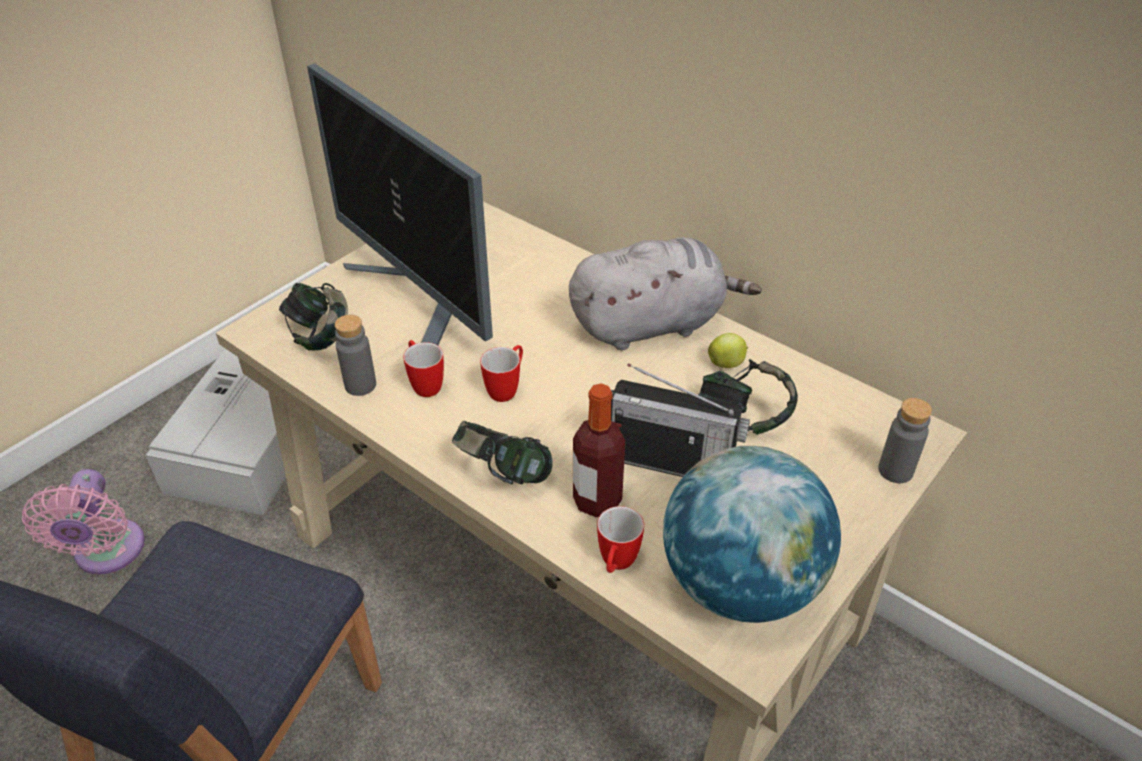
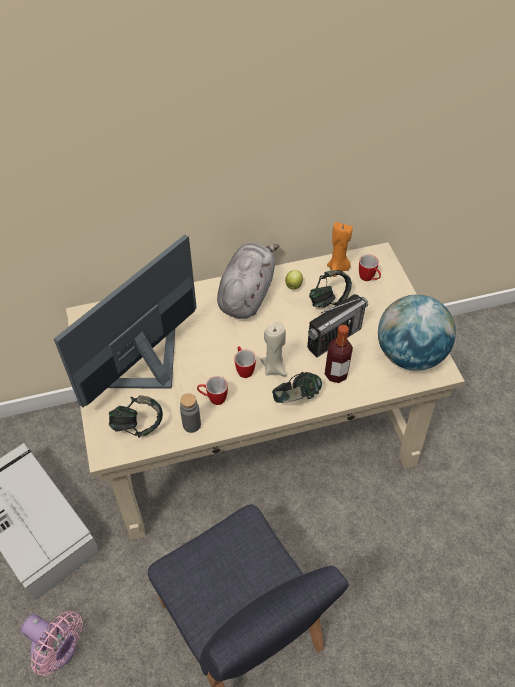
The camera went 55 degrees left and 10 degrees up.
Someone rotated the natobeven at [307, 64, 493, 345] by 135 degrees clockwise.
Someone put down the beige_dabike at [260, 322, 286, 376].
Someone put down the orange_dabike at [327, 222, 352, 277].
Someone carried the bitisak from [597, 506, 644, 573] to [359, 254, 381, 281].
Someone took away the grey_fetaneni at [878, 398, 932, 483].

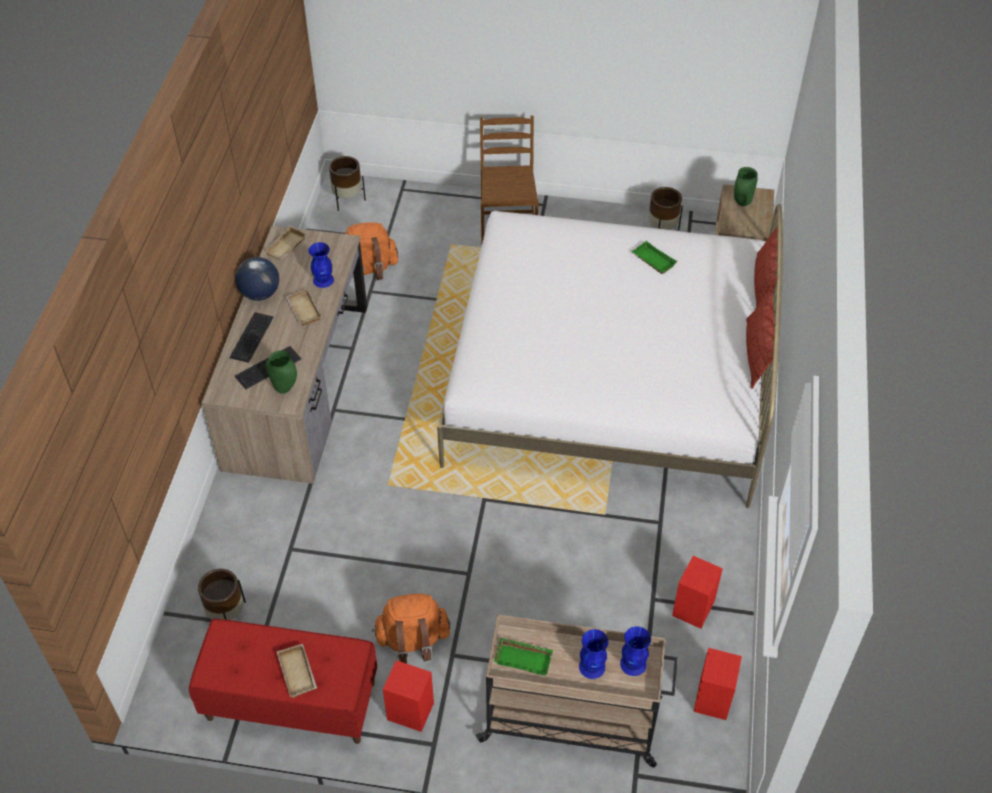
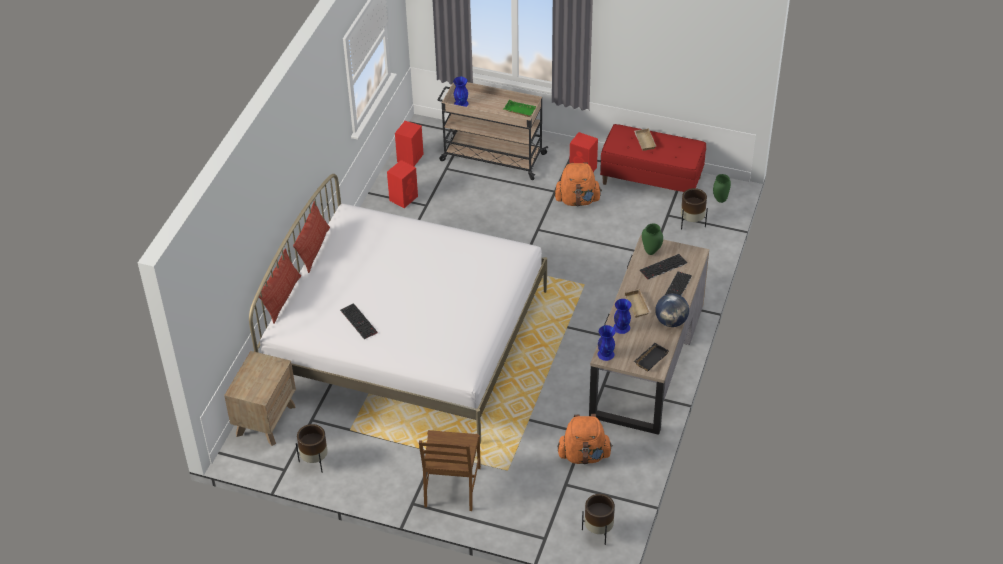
The camera went 170 degrees left and 5 degrees down.
Someone swapped the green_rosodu at [631, 241, 678, 274] for the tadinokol at [340, 303, 378, 339].
Someone carried the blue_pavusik from [579, 629, 609, 679] to [598, 325, 616, 361].
Someone repainted the beige_rosodu at [265, 226, 307, 260], which became the black_rosodu at [634, 343, 669, 371].
Someone carried the green_pavusik from [734, 167, 758, 206] to [713, 174, 731, 203].

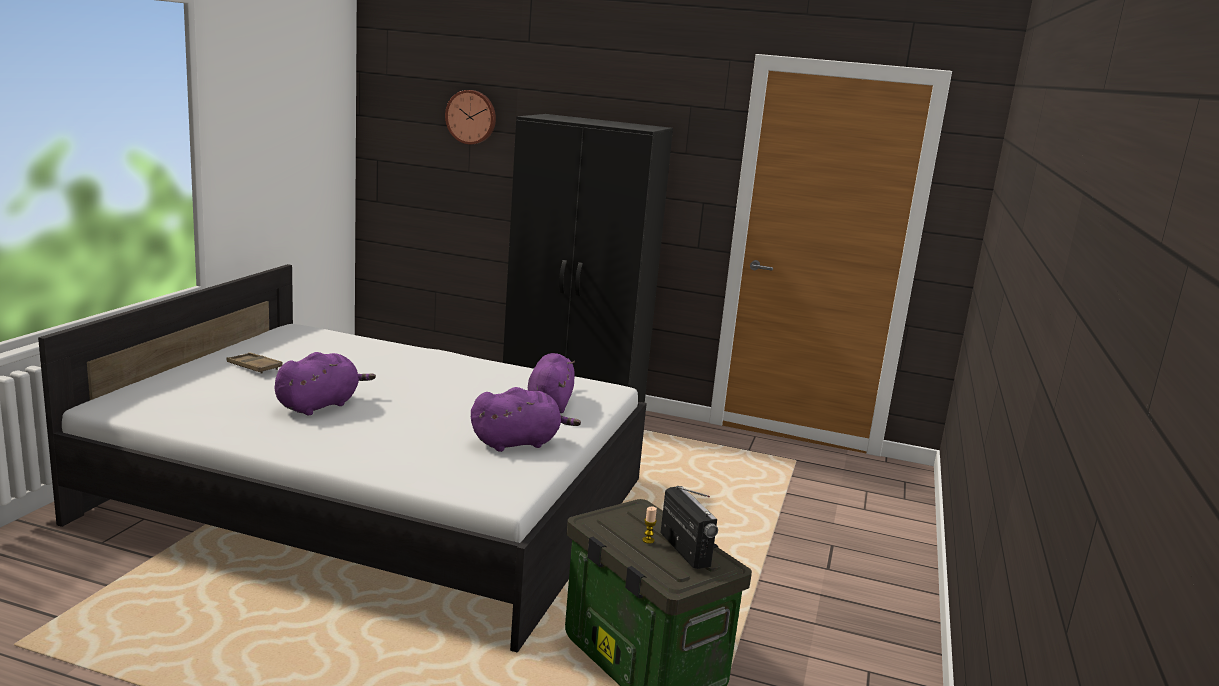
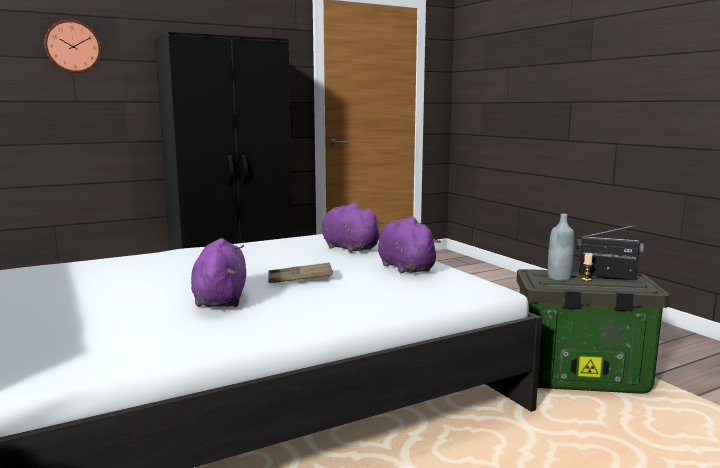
The camera went 45 degrees left and 5 degrees down.
Someone carried the brown_rosodu from [226, 352, 283, 373] to [268, 262, 333, 283].
Someone rotated the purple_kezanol at [471, 387, 581, 452] by 45 degrees counterclockwise.
Someone put down the grey_fetaneni at [548, 214, 575, 281].

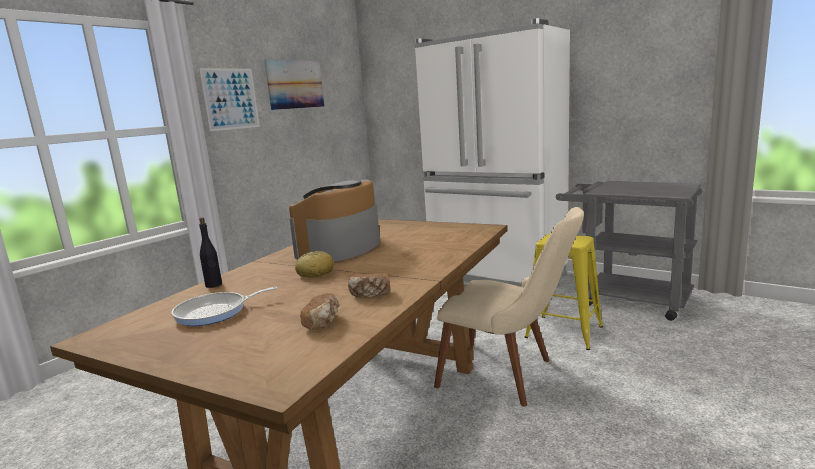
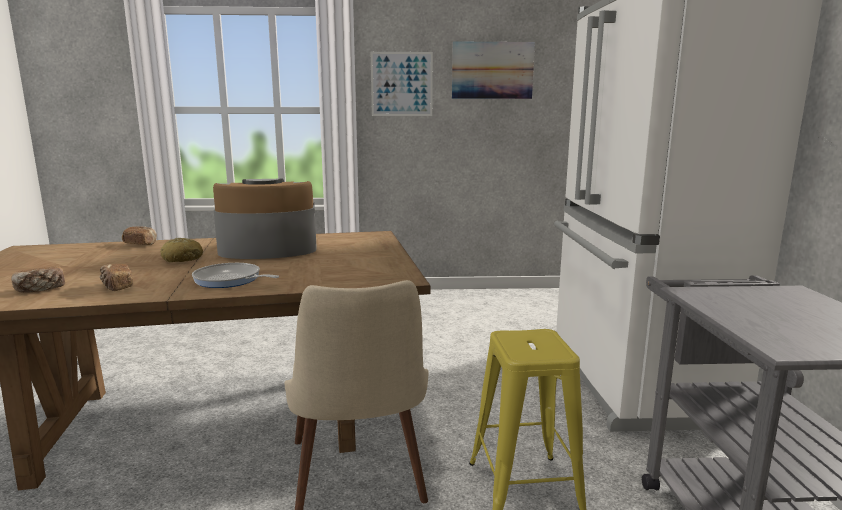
The camera went 50 degrees right and 0 degrees up.
Someone swapped the black_fetaneni at [199, 217, 222, 288] for the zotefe at [122, 226, 157, 245].
Someone carried the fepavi from [171, 287, 277, 326] to [192, 263, 280, 288].

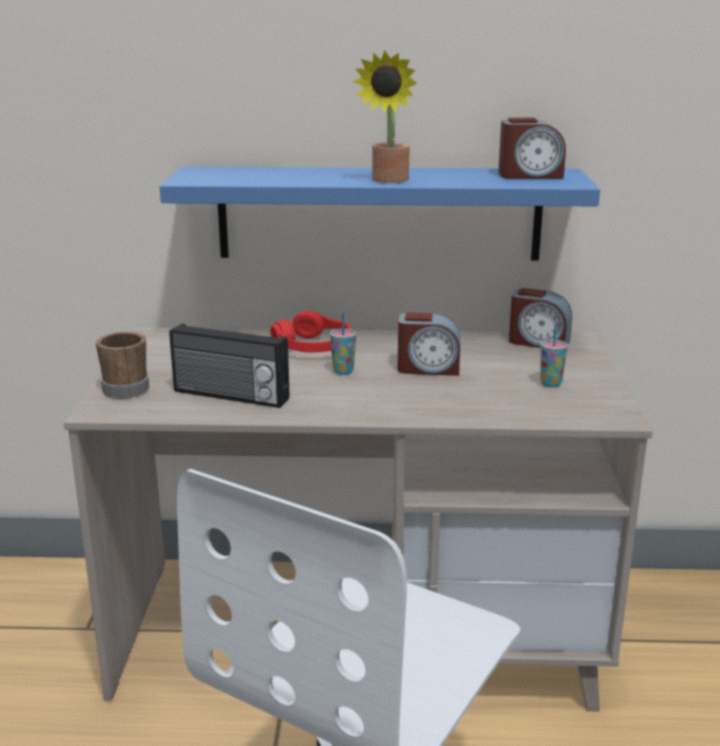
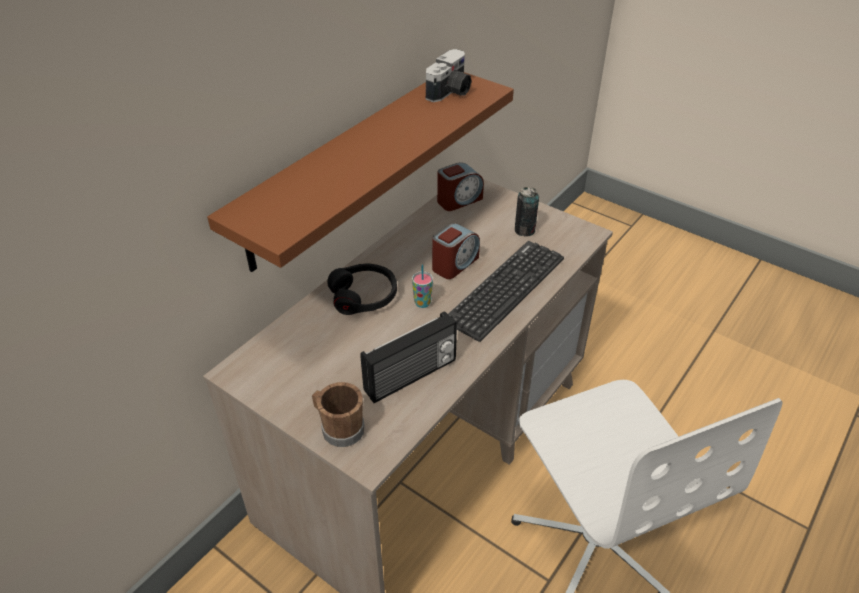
The camera went 55 degrees left and 20 degrees up.
Someone repainted the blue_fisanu at [160, 166, 600, 261], which became the brown_fisanu at [207, 72, 514, 272].
Someone repainted the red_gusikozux at [270, 311, 353, 352], which became the black_gusikozux at [327, 264, 397, 315].
Someone swapped the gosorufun at [498, 118, 566, 179] for the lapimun at [426, 49, 472, 102].
Someone put down the tadinokol at [448, 241, 564, 342].
Someone swapped the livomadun at [540, 323, 568, 388] for the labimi at [515, 187, 539, 237].
Someone took away the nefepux at [353, 50, 418, 183].

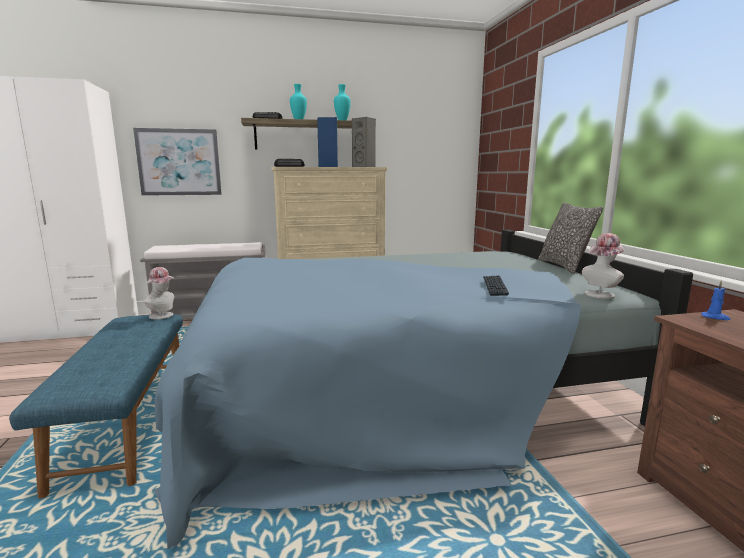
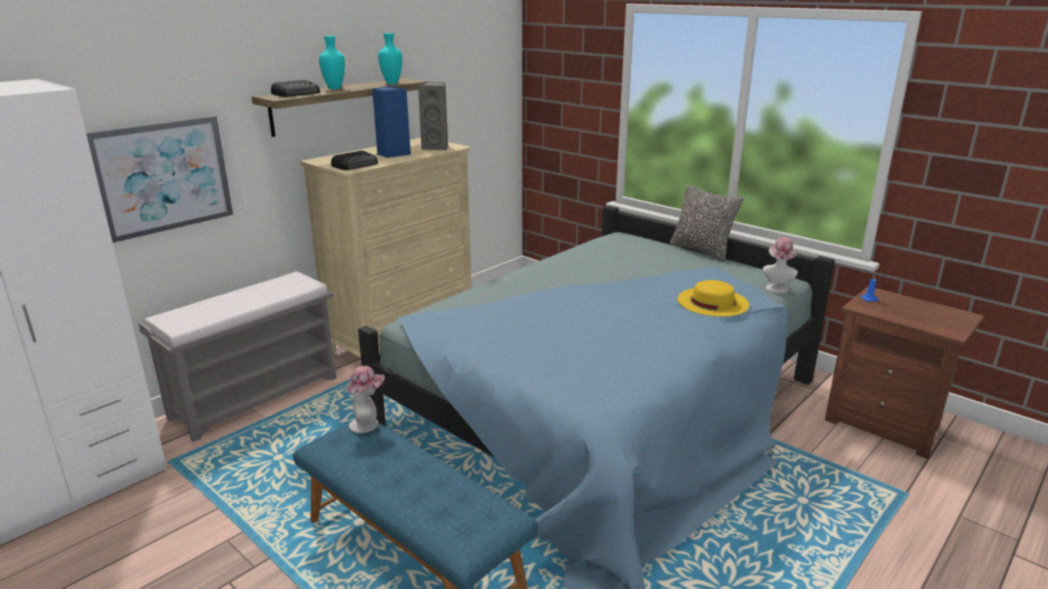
The camera went 35 degrees left and 10 degrees up.
Someone swapped the tadinokol at [483, 275, 509, 296] for the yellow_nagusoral at [677, 280, 749, 317].

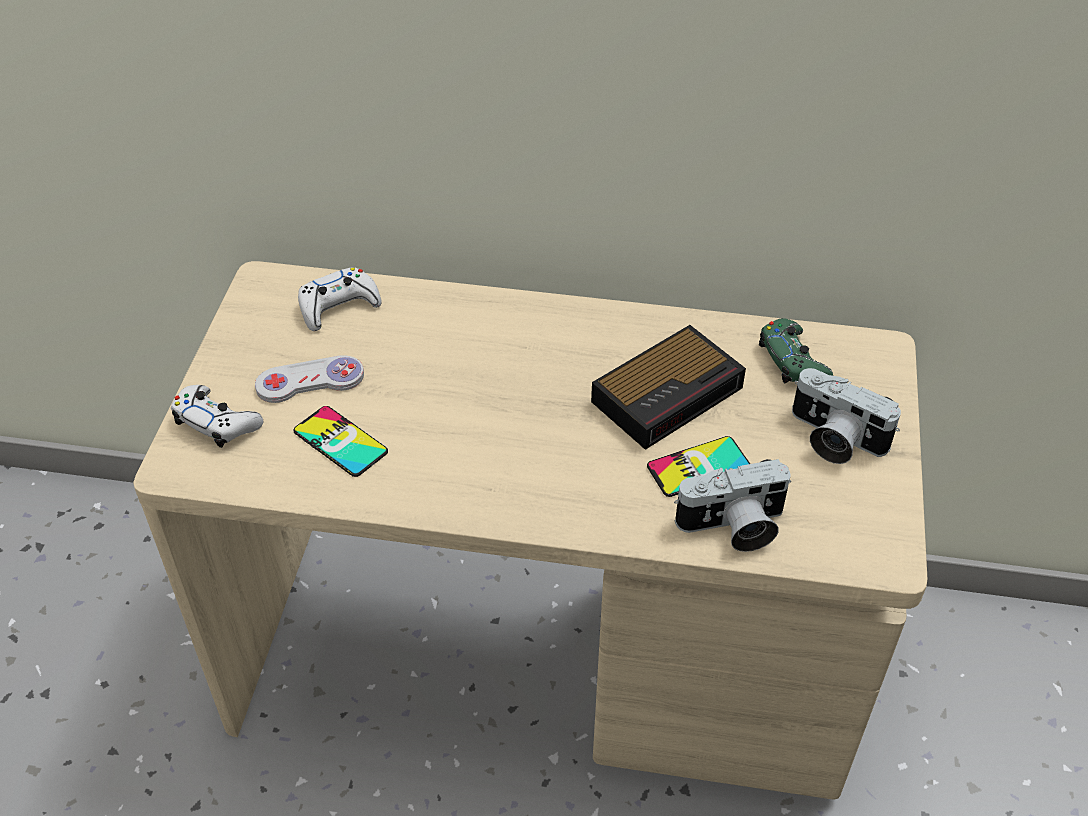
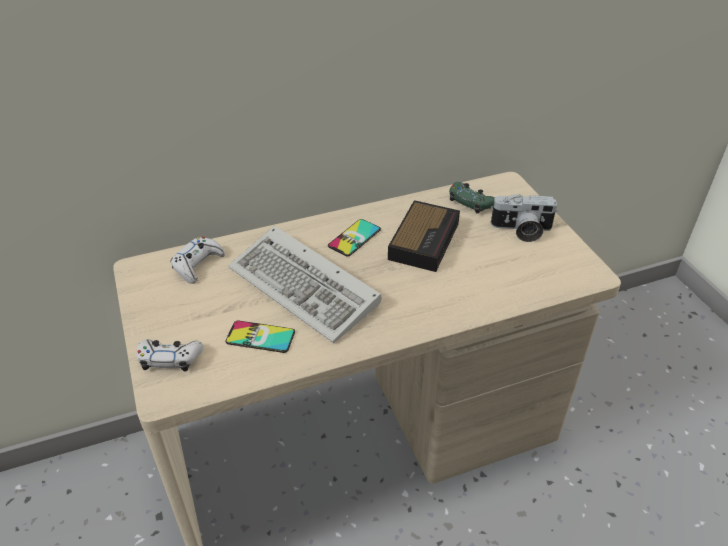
The camera went 30 degrees left and 5 degrees down.
Someone put down the tadinokol at [228, 226, 382, 343].
Someone carried the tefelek from [647, 436, 750, 497] to [328, 219, 381, 256].
Someone took away the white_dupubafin at [255, 355, 364, 403].
Someone took away the lapimun at [674, 459, 791, 552].

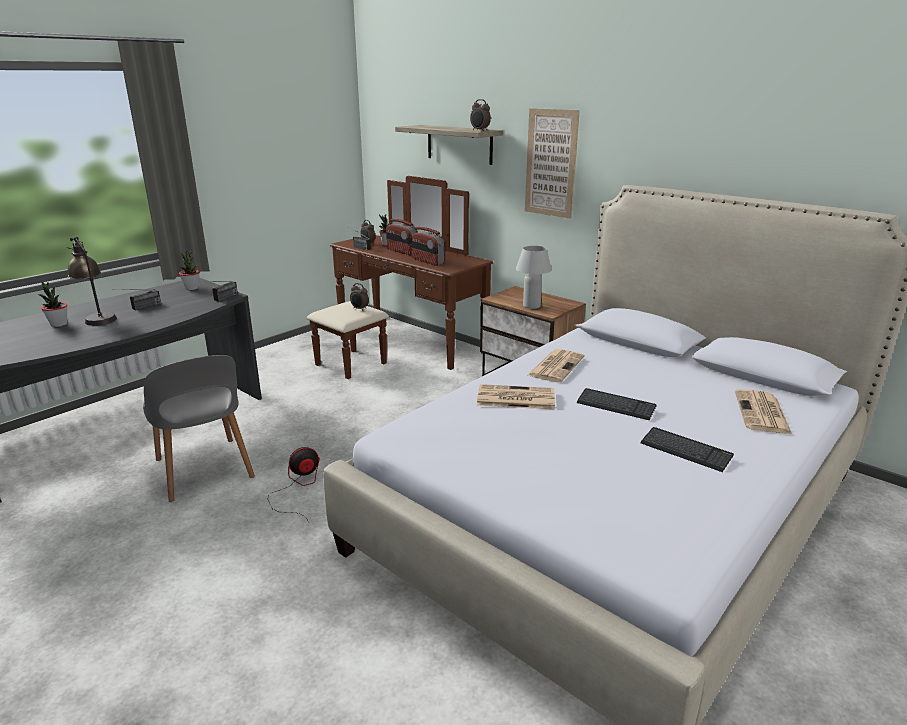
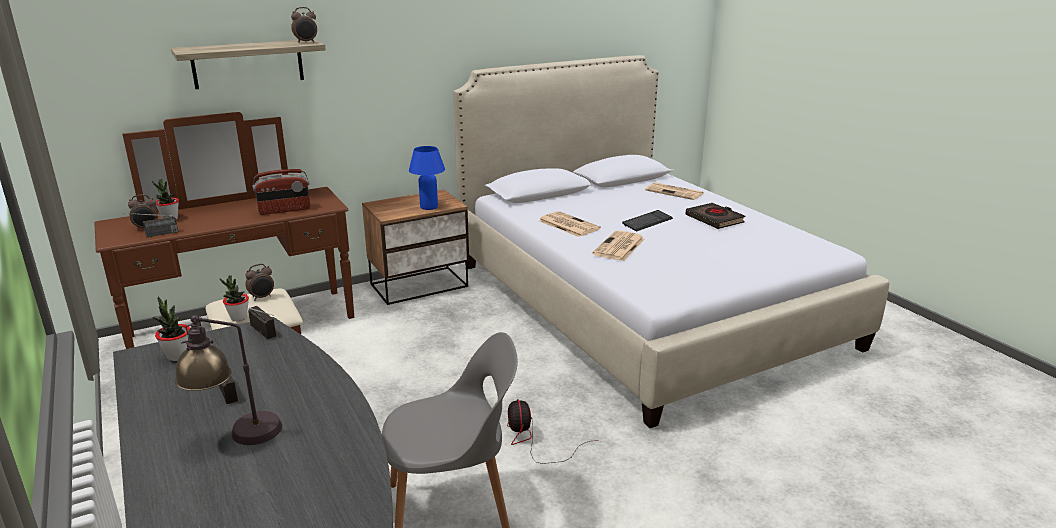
The camera went 70 degrees left and 0 degrees up.
Someone carried the nefepux from [38, 281, 67, 327] to [220, 275, 249, 321].
Someone repainted the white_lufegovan at [516, 246, 552, 309], which became the blue_lufegovan at [409, 146, 445, 210].
Someone swapped the tadinokol at [640, 427, 734, 472] for the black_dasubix at [685, 203, 745, 229].
Someone took away the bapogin at [386, 219, 418, 255].
Someone took away the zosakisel at [525, 108, 580, 219].

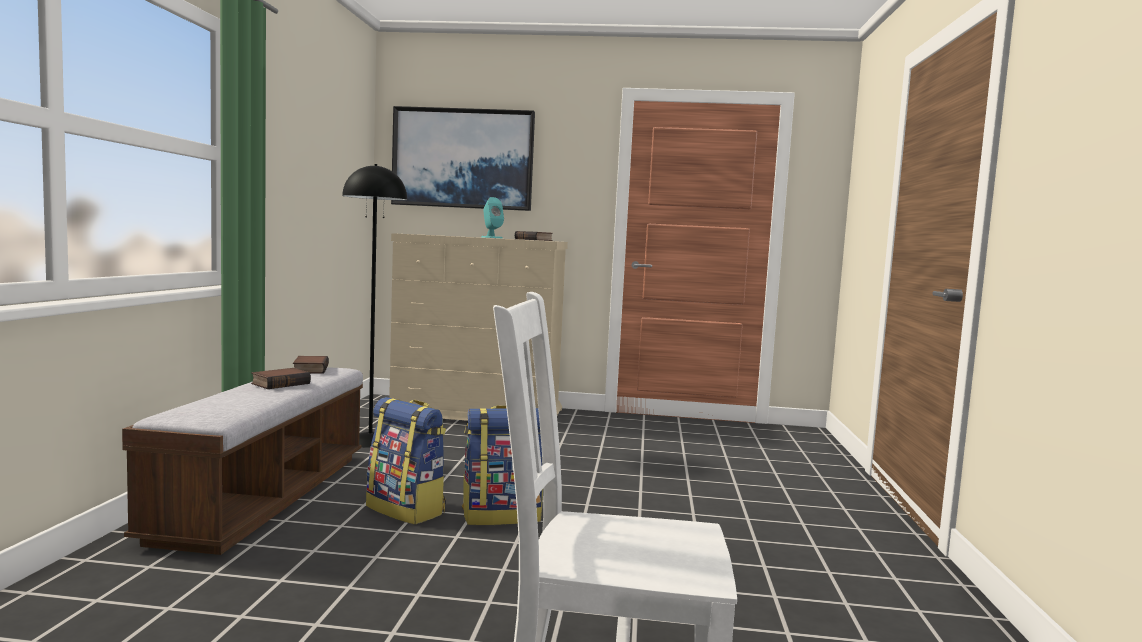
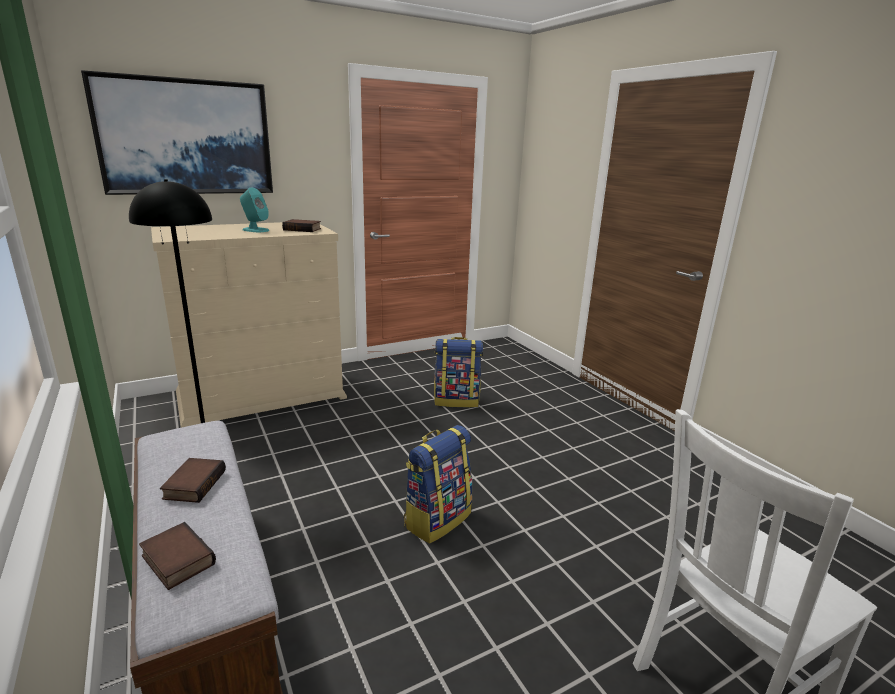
The camera went 35 degrees left and 15 degrees up.
Someone carried the dasubix from [293, 356, 329, 374] to [139, 522, 216, 590].
Someone carried the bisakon from [366, 397, 446, 525] to [434, 337, 483, 408].

